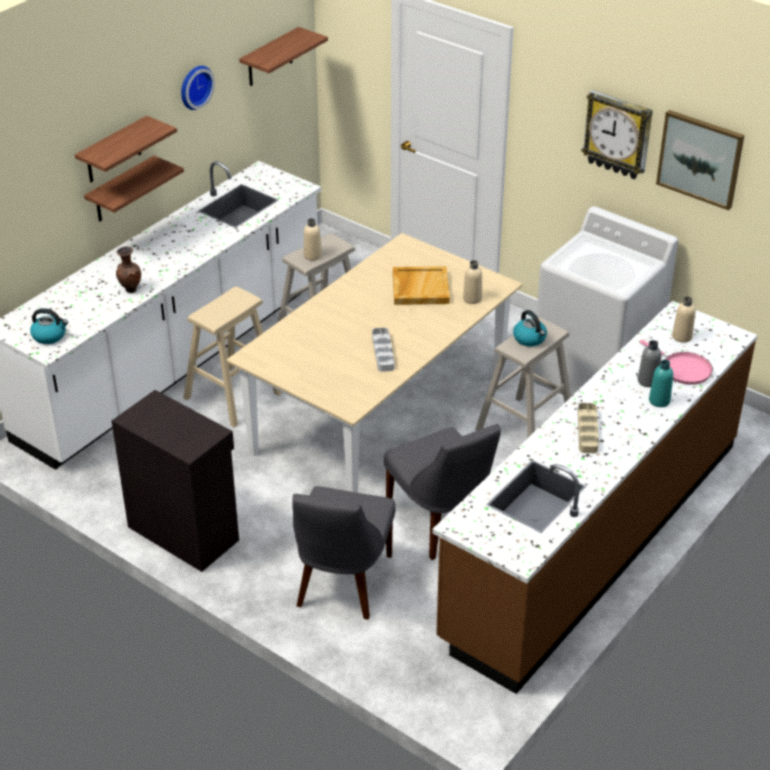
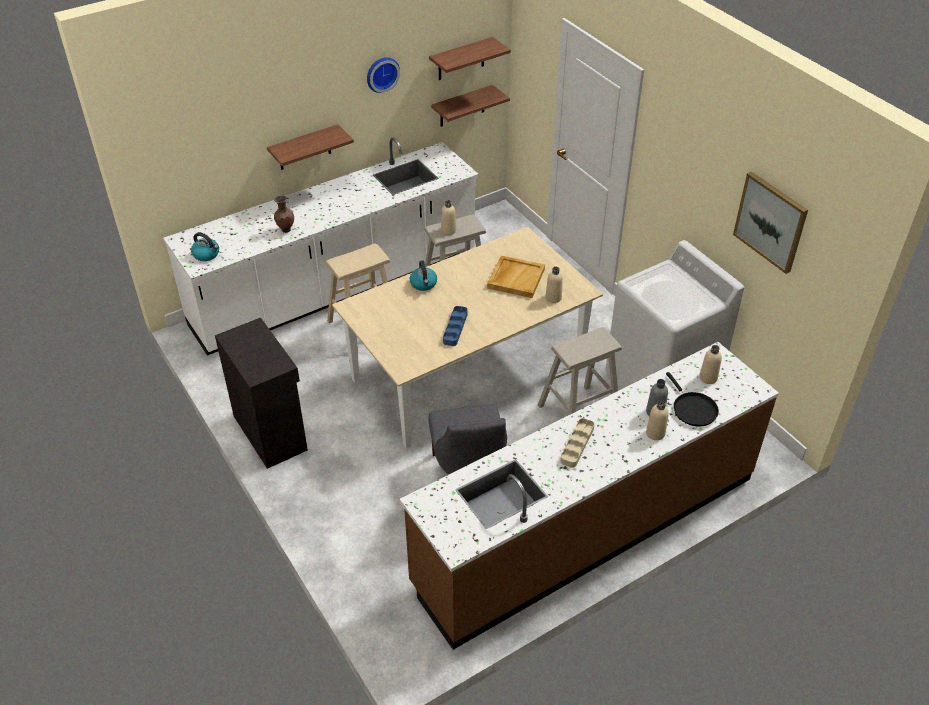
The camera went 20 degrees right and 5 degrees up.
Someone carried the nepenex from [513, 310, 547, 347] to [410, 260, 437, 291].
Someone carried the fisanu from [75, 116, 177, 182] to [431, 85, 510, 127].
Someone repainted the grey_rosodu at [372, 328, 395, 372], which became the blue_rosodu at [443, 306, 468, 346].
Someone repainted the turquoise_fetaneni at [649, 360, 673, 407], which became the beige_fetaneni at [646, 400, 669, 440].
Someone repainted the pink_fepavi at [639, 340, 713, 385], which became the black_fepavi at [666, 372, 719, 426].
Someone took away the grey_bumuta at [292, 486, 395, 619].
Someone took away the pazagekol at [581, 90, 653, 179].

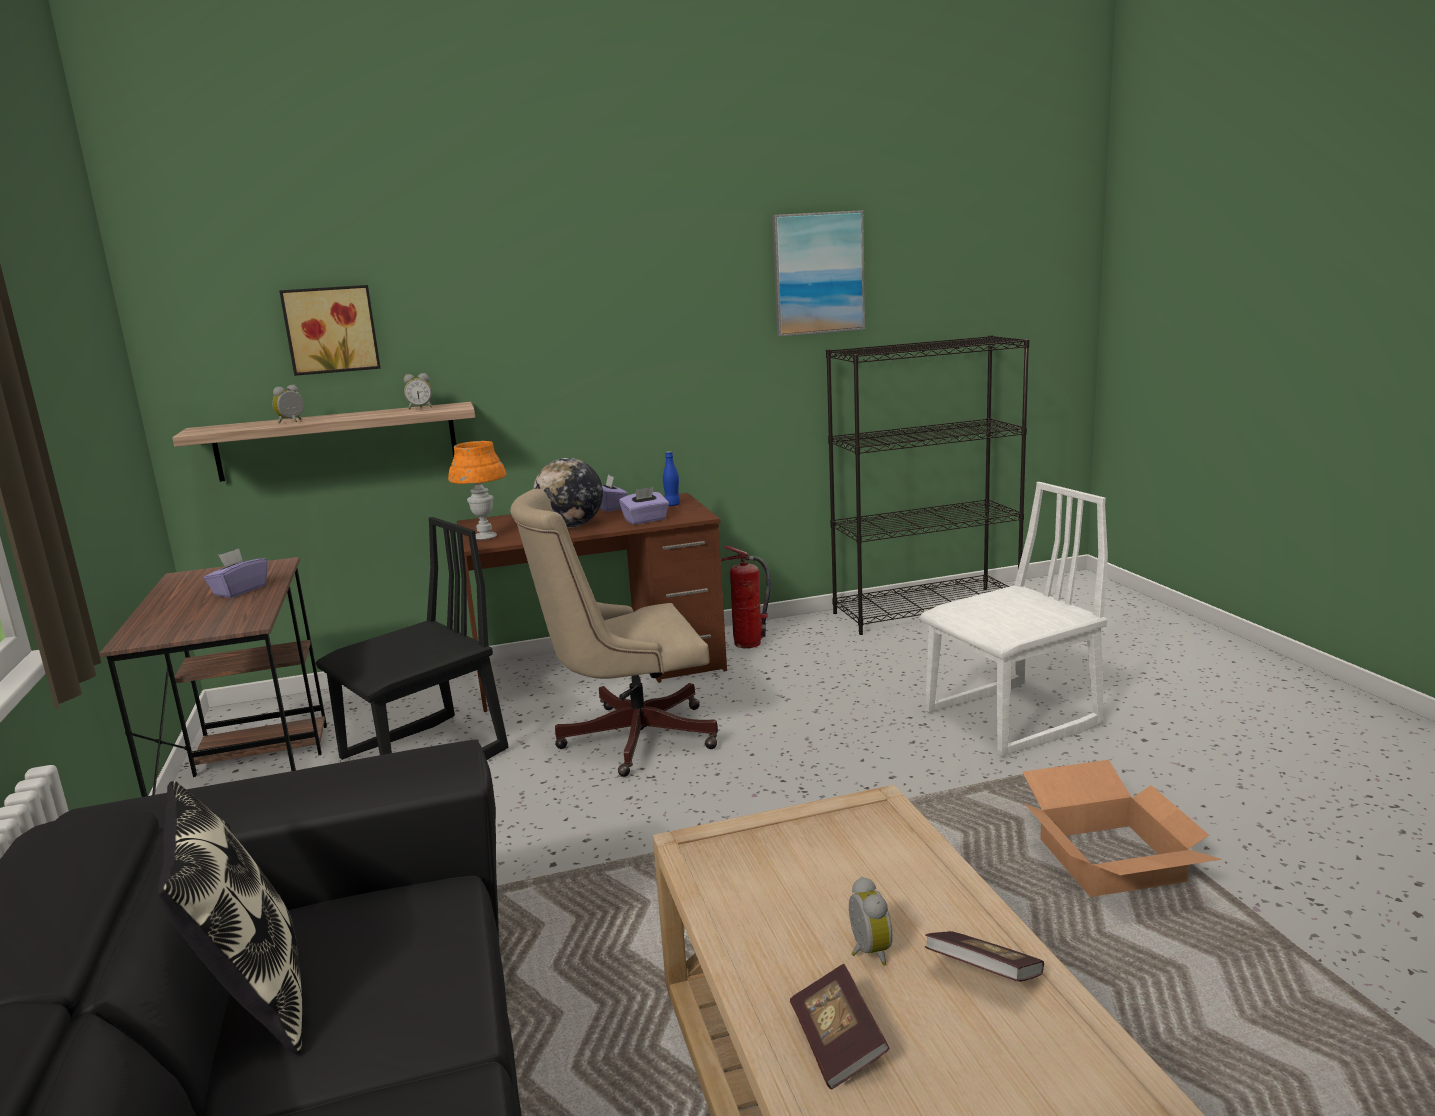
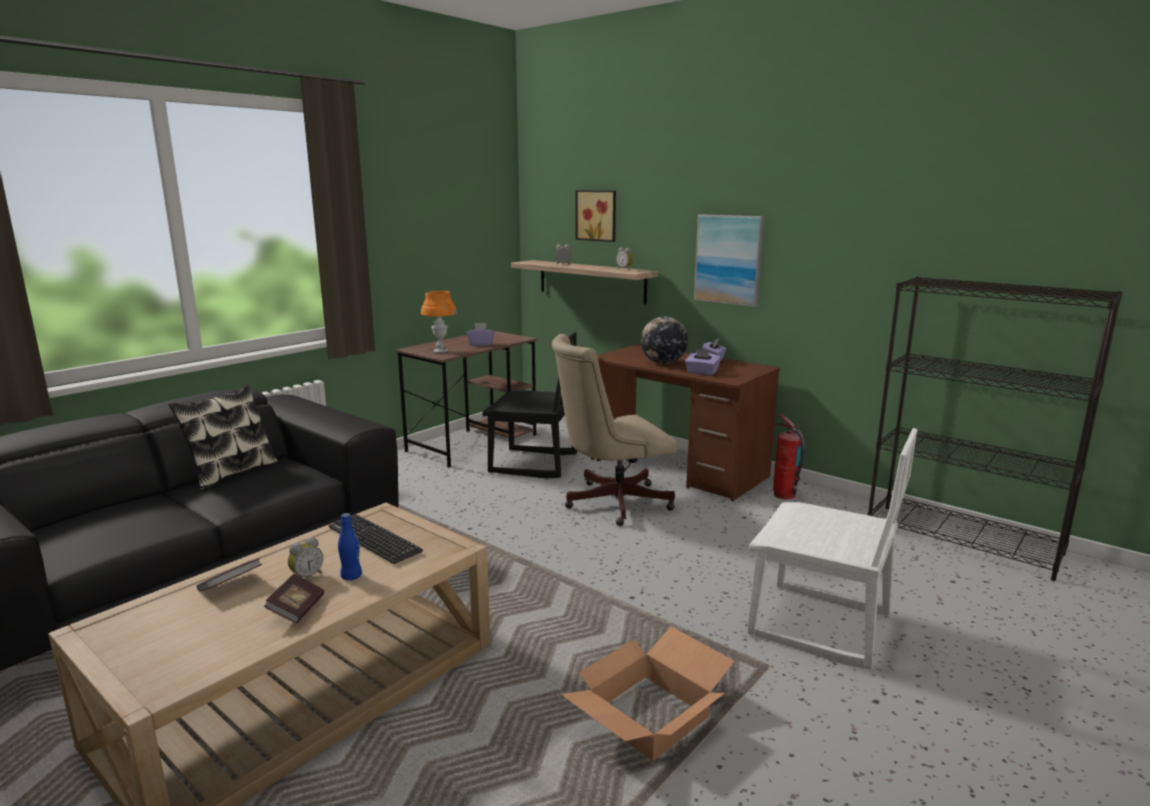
The camera went 55 degrees right and 0 degrees up.
Someone put down the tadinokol at [329, 514, 423, 564].
Someone carried the blue_fetaneni from [663, 451, 680, 506] to [338, 513, 362, 580].
Someone carried the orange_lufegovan from [448, 441, 506, 540] to [421, 291, 457, 353].
Someone rotated the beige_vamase at [510, 489, 718, 777] by 60 degrees counterclockwise.
Someone carried the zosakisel from [772, 210, 865, 337] to [694, 214, 764, 307].

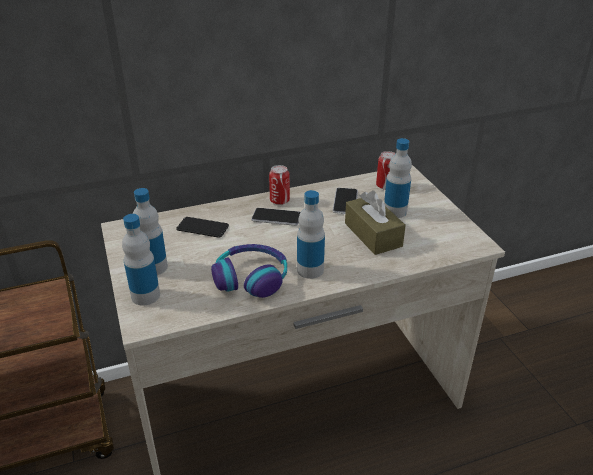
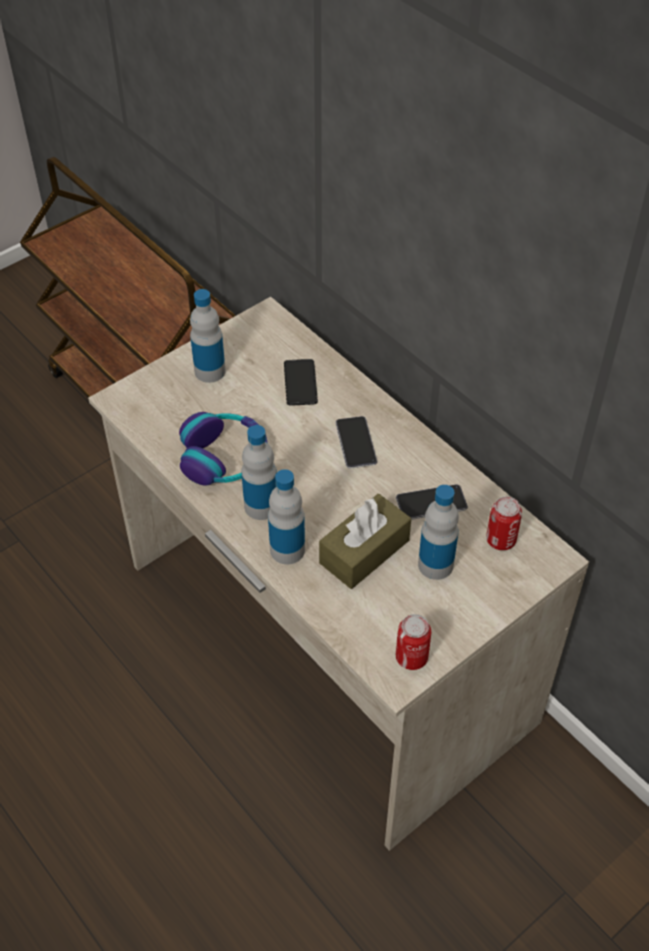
The camera went 70 degrees right and 15 degrees up.
Someone carried the fetaneni from [122, 214, 160, 306] to [268, 469, 305, 564].
Someone carried the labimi from [269, 165, 290, 205] to [396, 614, 431, 670].

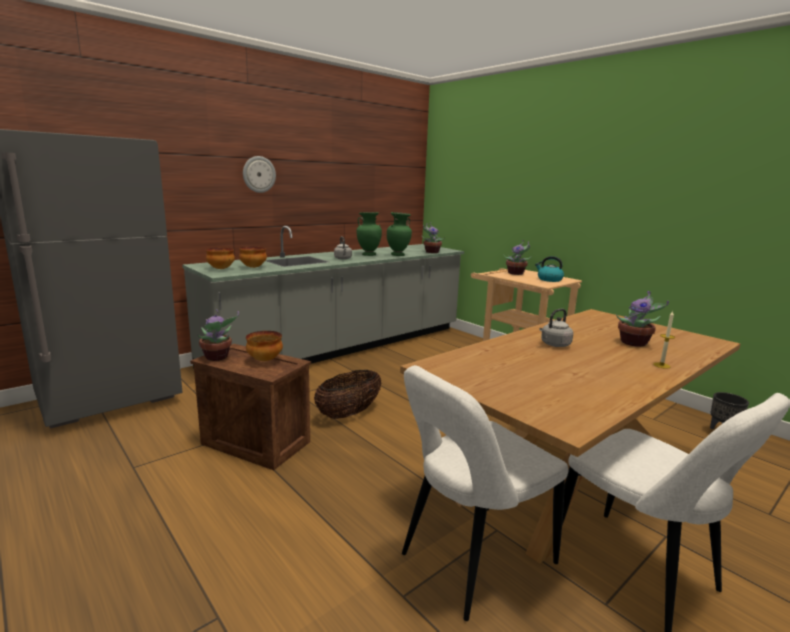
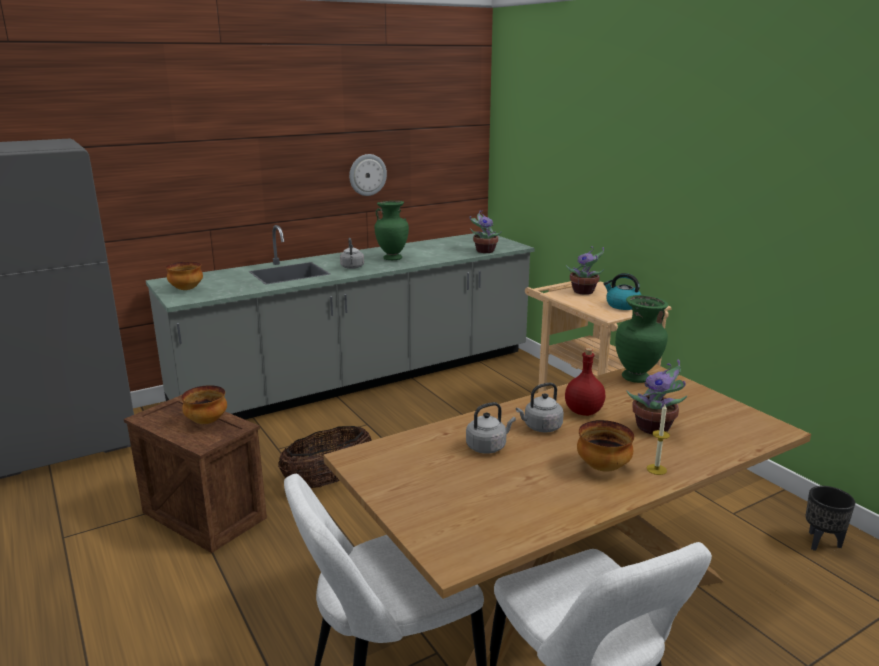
The camera went 10 degrees right and 5 degrees up.
Someone carried the pazagekol from [243, 156, 276, 193] to [349, 154, 387, 196].
Someone put down the grey_nepenex at [466, 402, 516, 454].
Someone put down the red_fetaneni at [565, 348, 605, 416].
Someone carried the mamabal from [239, 247, 267, 268] to [577, 420, 634, 472].
Someone carried the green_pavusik from [387, 212, 412, 256] to [615, 295, 668, 383].
Someone took away the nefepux at [197, 309, 239, 361].

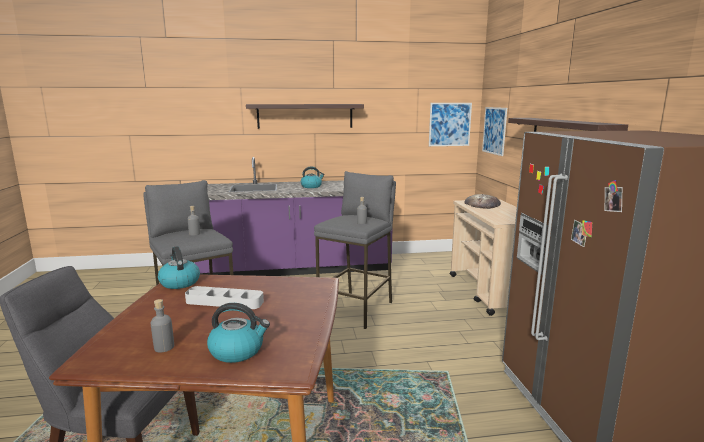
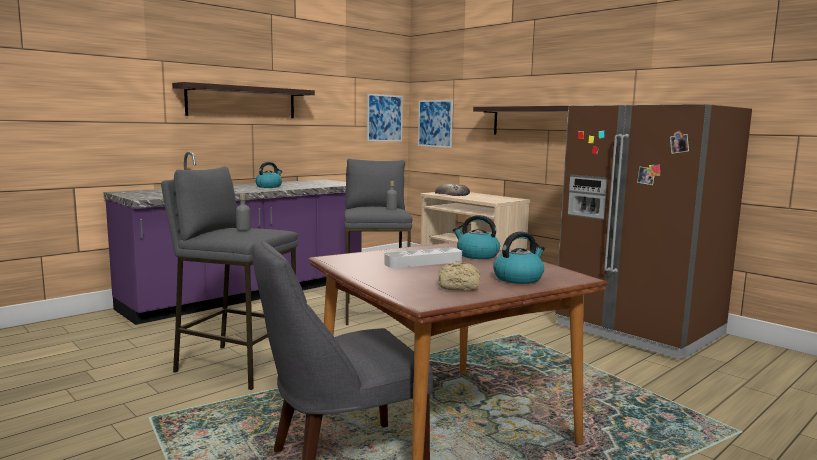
The camera went 35 degrees left and 5 degrees down.
Someone swapped the grey_fetaneni at [151, 299, 174, 352] for the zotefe at [438, 261, 480, 291].
Someone carried the nepenex from [158, 246, 200, 289] to [453, 215, 500, 259].

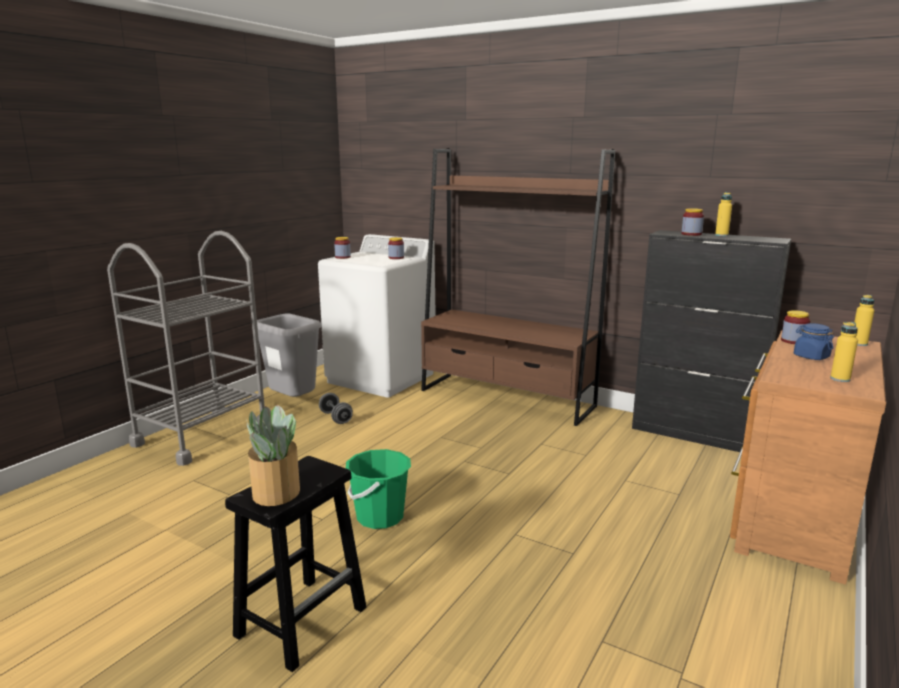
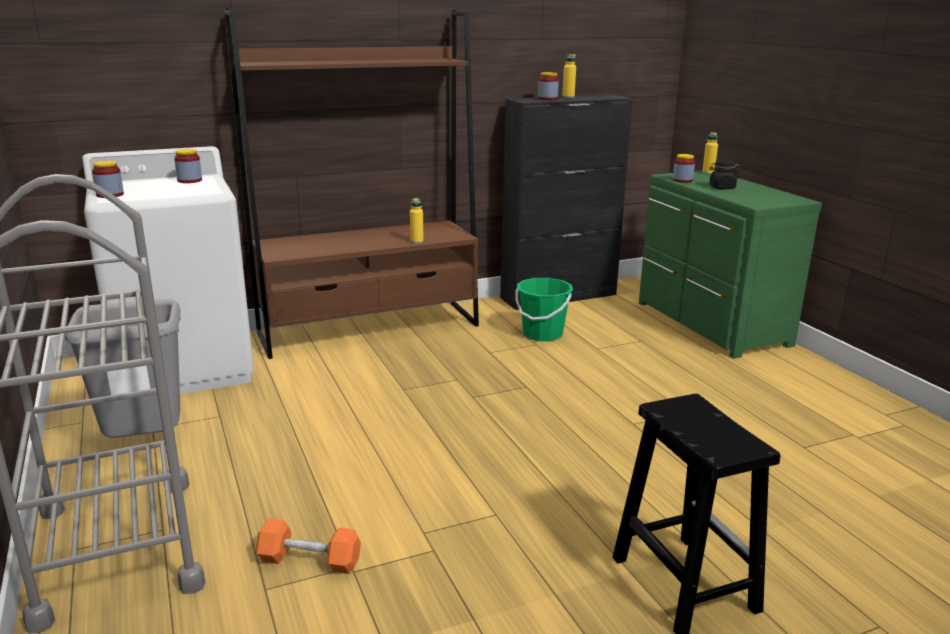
The camera went 55 degrees left and 5 degrees up.
Someone put down the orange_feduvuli at [256, 518, 361, 574].
Someone carried the yellow_fetaneni from [830, 322, 858, 382] to [410, 198, 424, 244].
Someone carried the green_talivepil from [346, 449, 411, 529] to [515, 278, 573, 341].
Someone repainted the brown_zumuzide at [730, 330, 886, 585], which became the green_zumuzide at [639, 170, 822, 359].
Someone repainted the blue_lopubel at [794, 323, 834, 360], which became the black_lopubel at [709, 160, 739, 189].
Someone took away the nefepux at [246, 405, 300, 506].
Someone took away the grey_feduvuli at [319, 393, 353, 424].

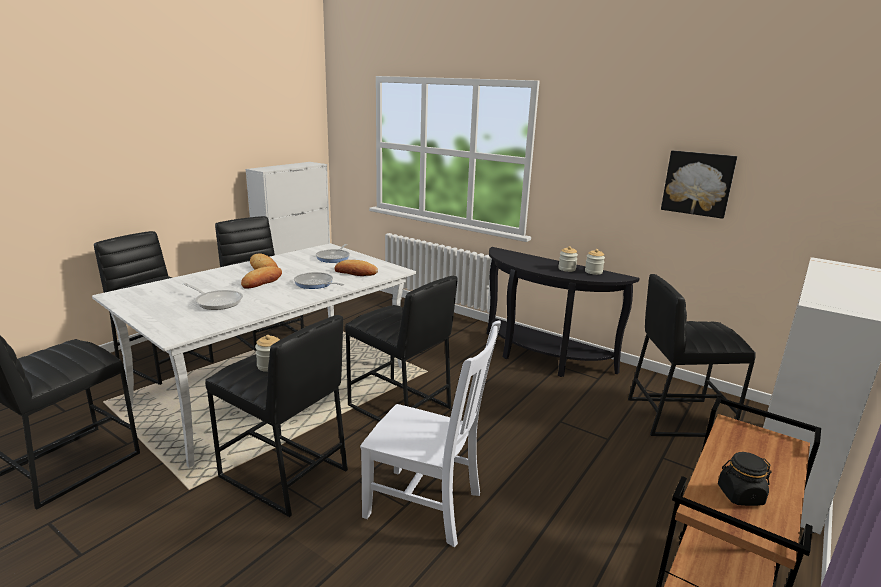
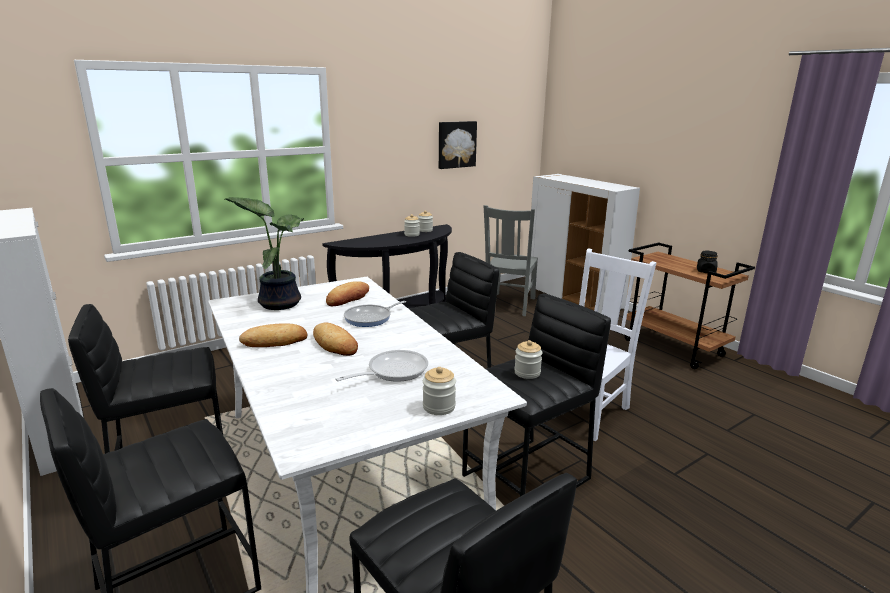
The camera went 70 degrees left and 0 degrees up.
Someone swapped the fepavi at [316, 244, 350, 263] for the nefepux at [225, 197, 304, 310].
Someone put down the lopubel at [423, 367, 456, 415].
Someone swapped the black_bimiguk at [628, 274, 756, 437] for the grey_bumuta at [484, 205, 538, 316].

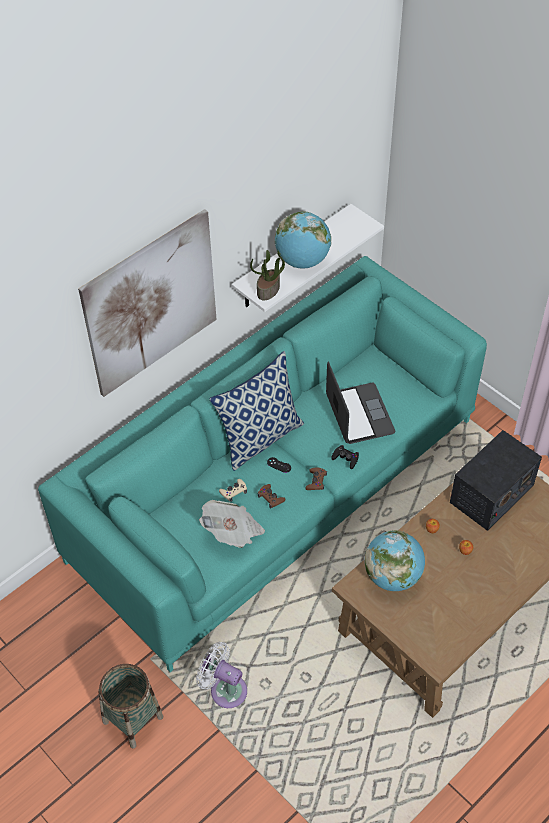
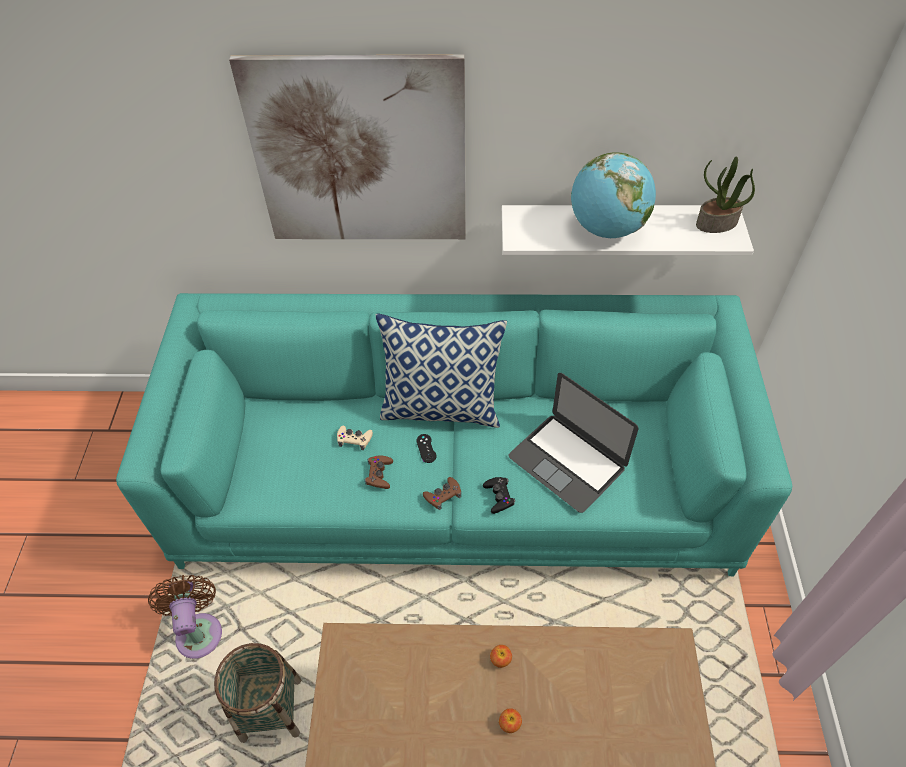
The camera went 45 degrees right and 0 degrees up.
Someone repainted the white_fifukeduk at [196, 642, 247, 708], which became the brown_fifukeduk at [148, 575, 222, 659].
Someone carried the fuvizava from [98, 664, 164, 749] to [214, 643, 301, 743].
Someone rotated the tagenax at [326, 362, 395, 444] by 105 degrees clockwise.
Someone carried the nefepux from [250, 250, 285, 300] to [696, 157, 755, 233].
Someone took away the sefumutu at [199, 500, 265, 548].
Someone took away the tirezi at [365, 530, 425, 591].
Someone took away the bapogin at [450, 430, 542, 531].

